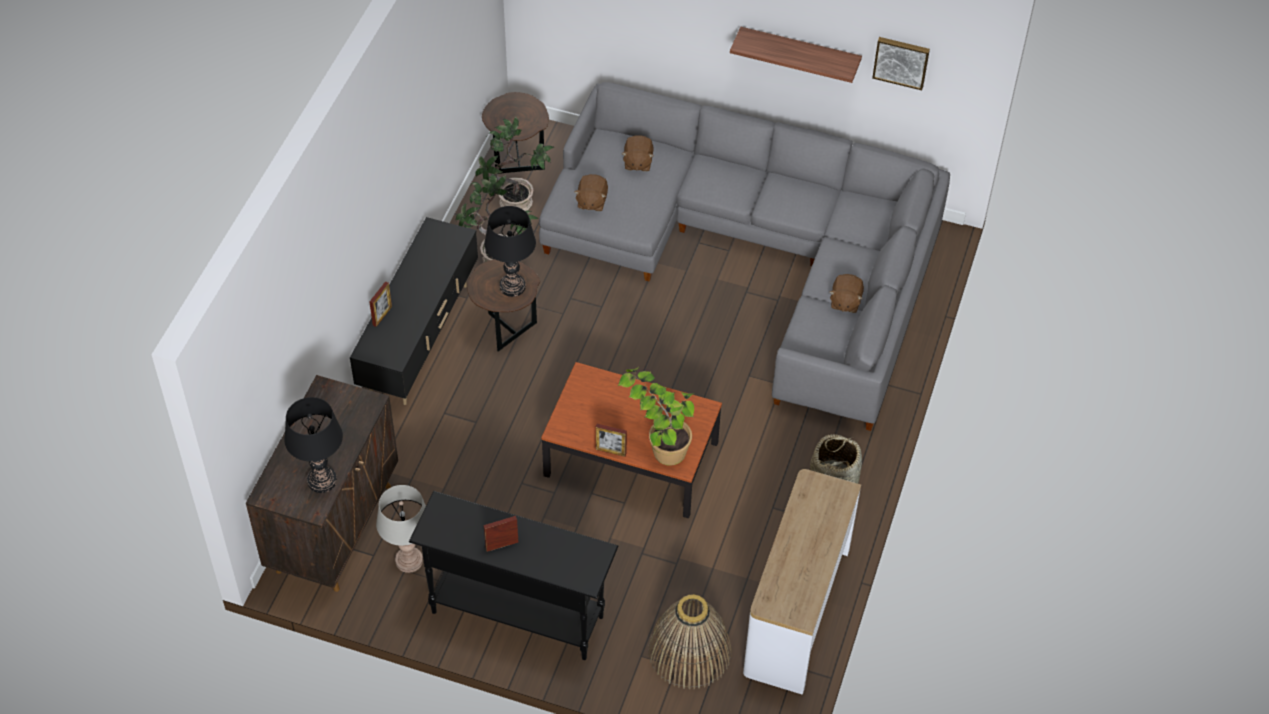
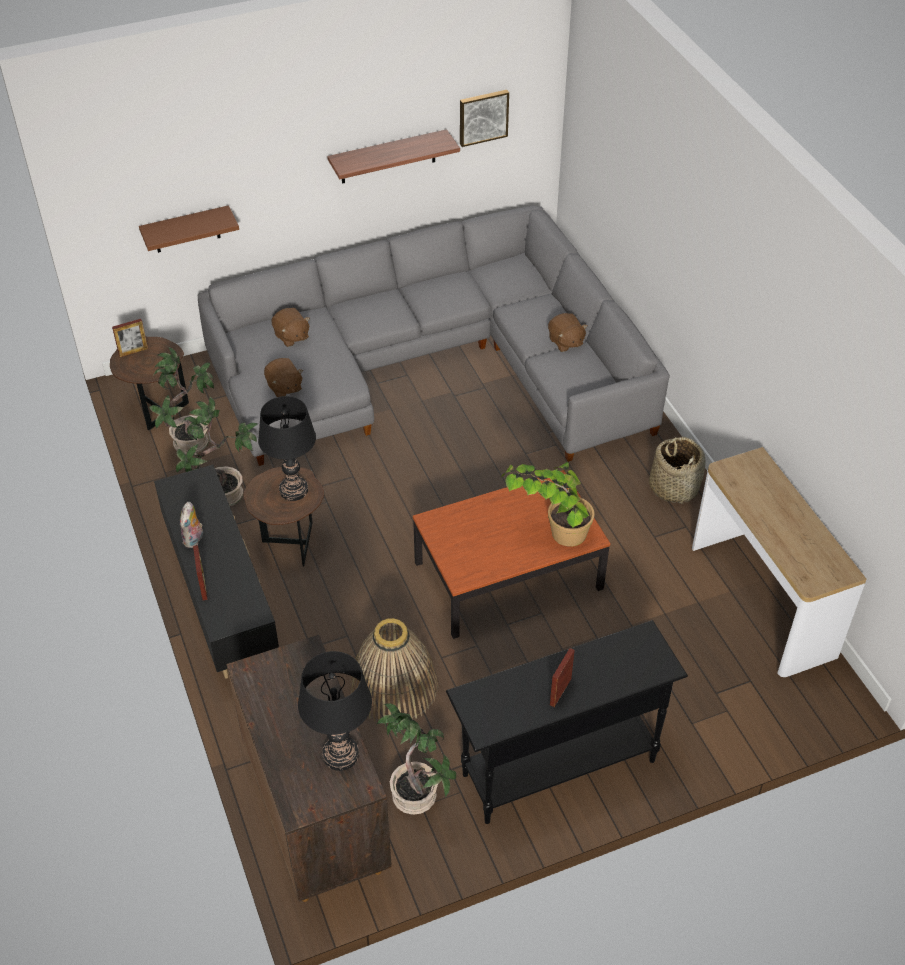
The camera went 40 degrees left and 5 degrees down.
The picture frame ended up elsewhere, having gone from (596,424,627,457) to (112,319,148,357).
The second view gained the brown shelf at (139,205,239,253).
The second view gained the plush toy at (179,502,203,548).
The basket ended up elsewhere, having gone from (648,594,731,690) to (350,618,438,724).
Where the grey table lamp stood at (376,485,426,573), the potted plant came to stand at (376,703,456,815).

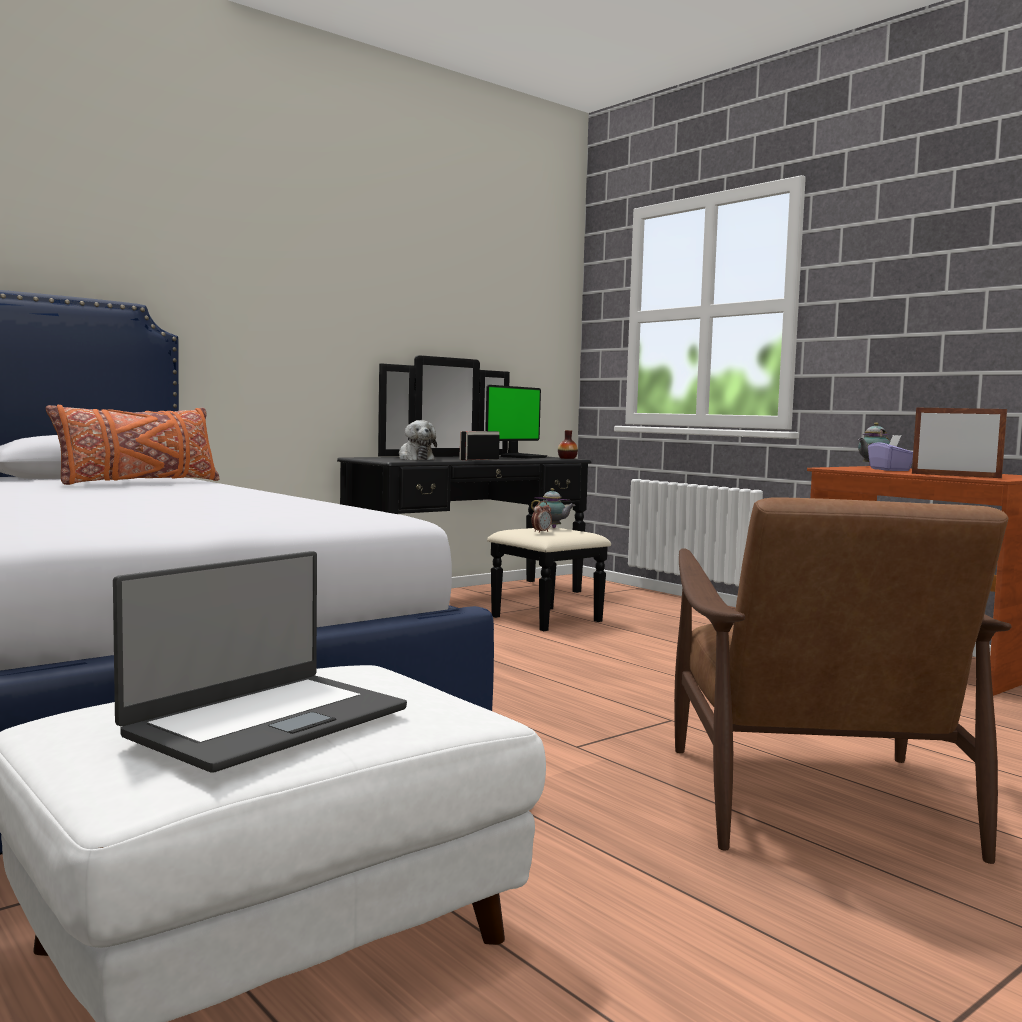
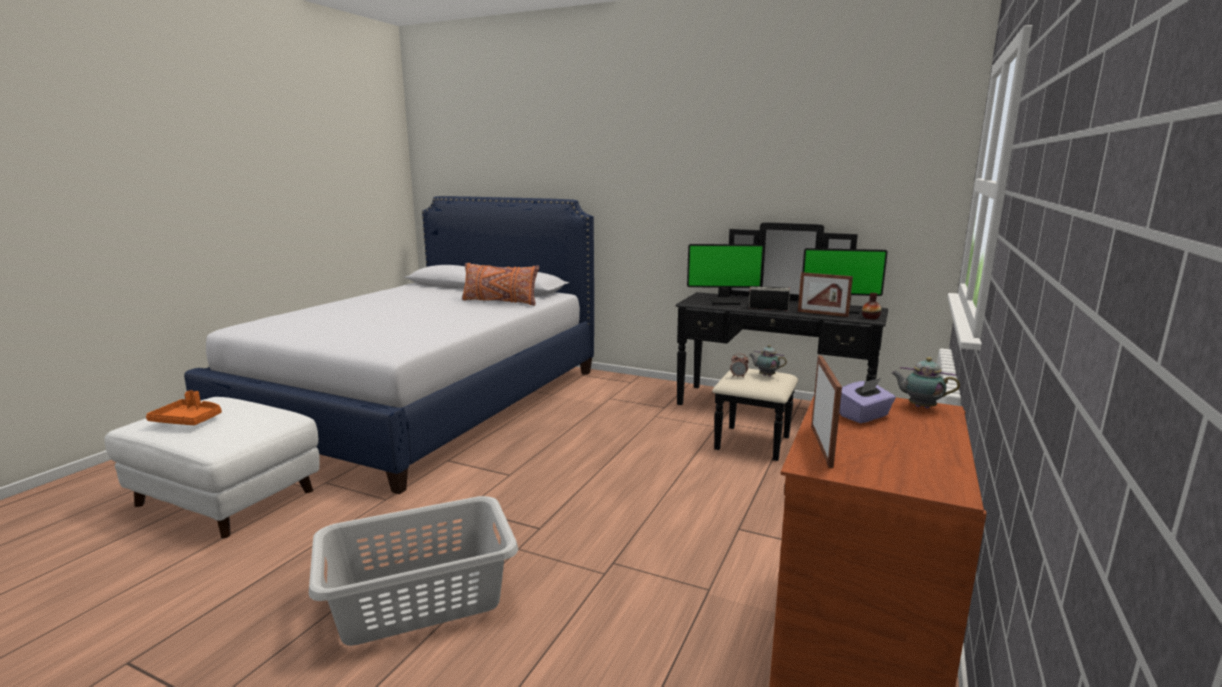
The camera went 65 degrees right and 10 degrees up.
Where the laptop stood at (113,551,407,773), the orange tray came to stand at (146,390,222,425).
Where the brown armchair stood at (674,497,1011,864), the grey laundry basket came to stand at (309,496,518,646).
Where the plush toy stood at (399,420,437,460), the monitor came to stand at (687,244,764,305).
The teapot at (531,488,575,528) ended up facing another way, 120 degrees clockwise from before.
The second view gained the picture frame at (798,272,853,317).

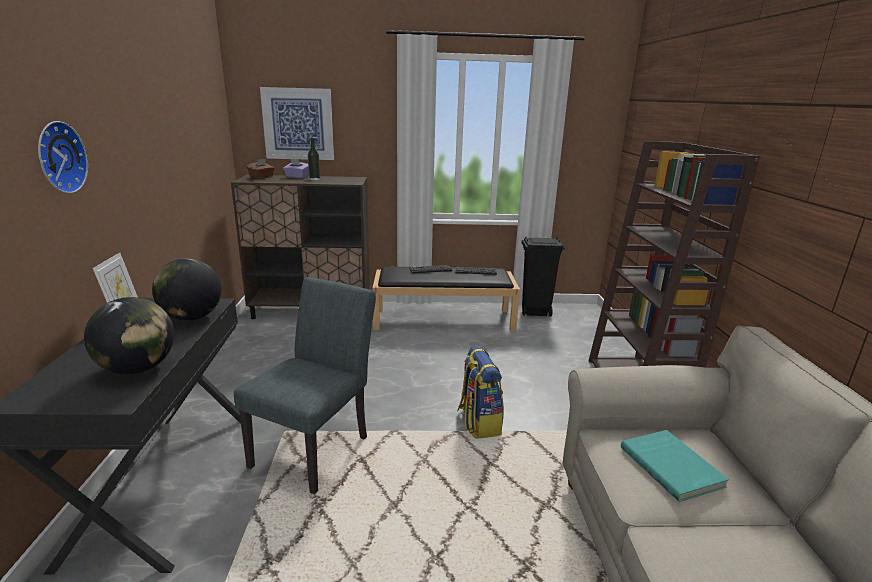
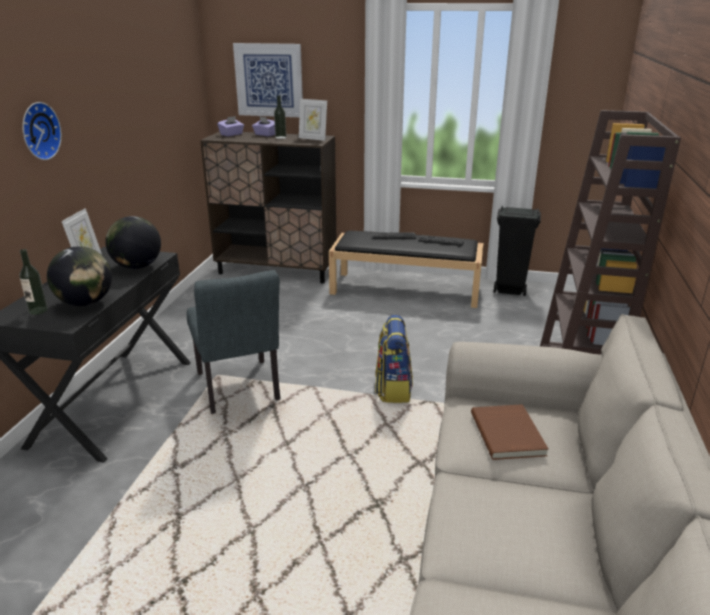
The camera went 15 degrees right and 5 degrees up.
The second view gained the bottle at (19,249,48,315).
The grey chair at (234,277,376,495) ended up facing another way, 120 degrees clockwise from before.
What was the brown tissue box at (247,159,274,179) turned into the purple tissue box at (217,116,244,136).
The second view gained the picture frame at (299,99,327,141).
What was the turquoise book at (621,430,729,502) turned into the brown book at (471,404,548,460).

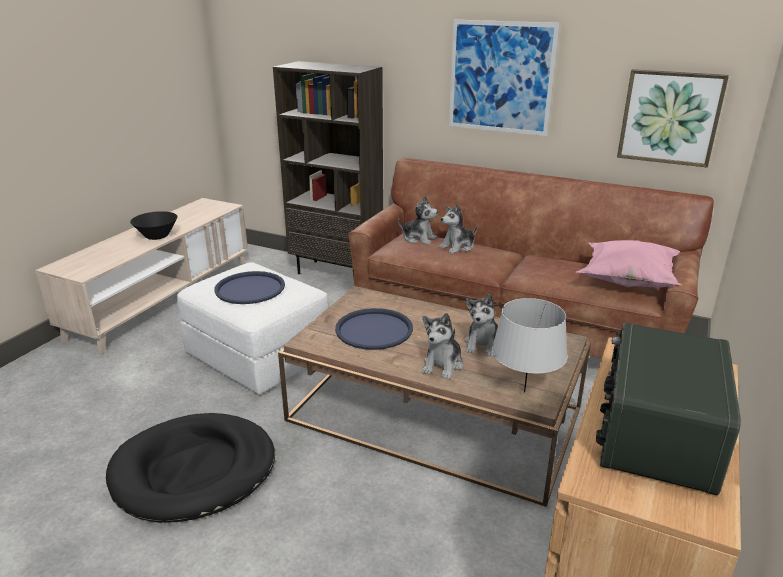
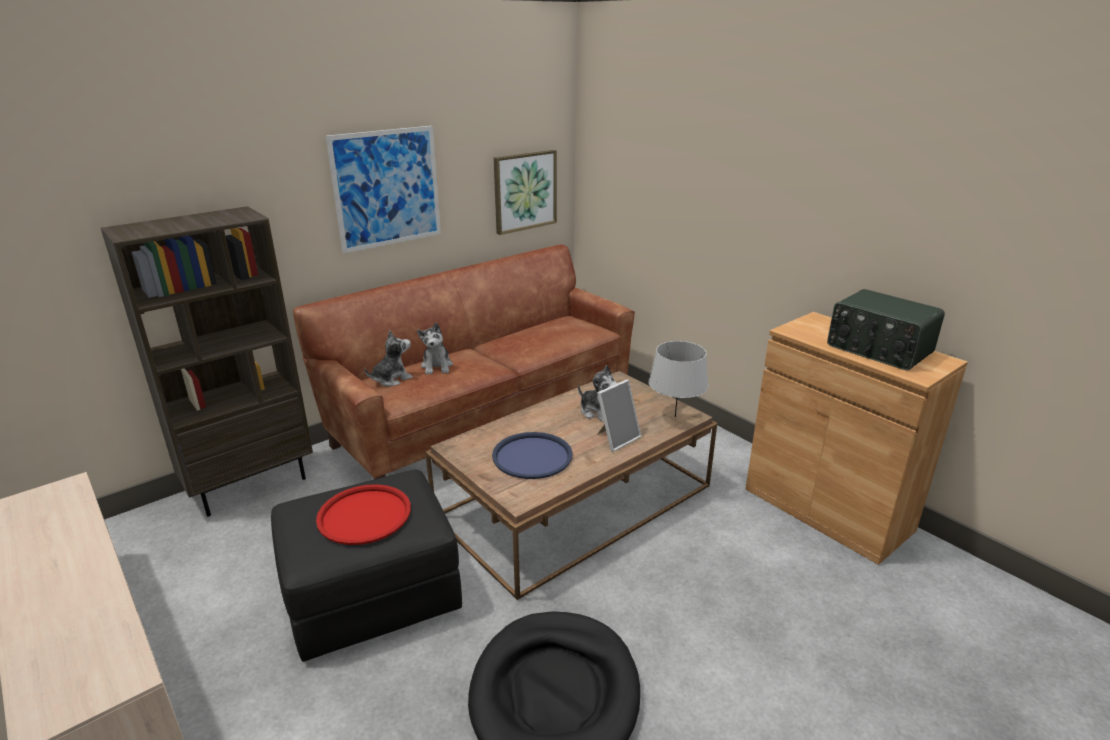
The camera went 65 degrees left and 0 degrees up.
What was the white ottoman at (177,262,329,394) turned into the black ottoman at (271,470,462,662).
What was the blue tray at (214,271,285,304) turned into the red tray at (316,484,411,545).
Where the plush toy stood at (422,313,463,379), the picture frame came to stand at (597,379,642,452).
The second view lost the black bowl at (130,211,177,240).
The second view lost the pink pillow at (576,240,682,288).

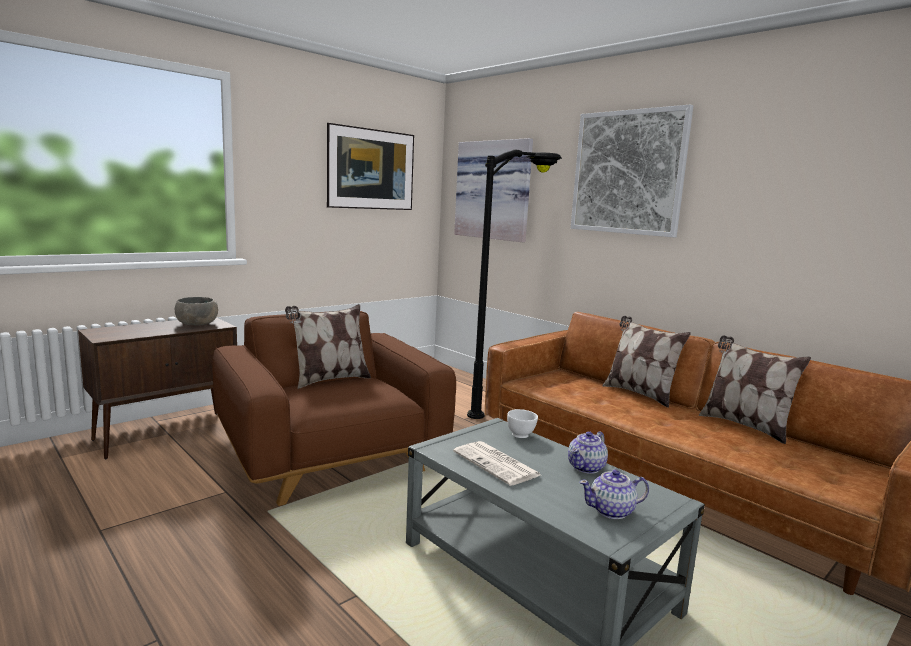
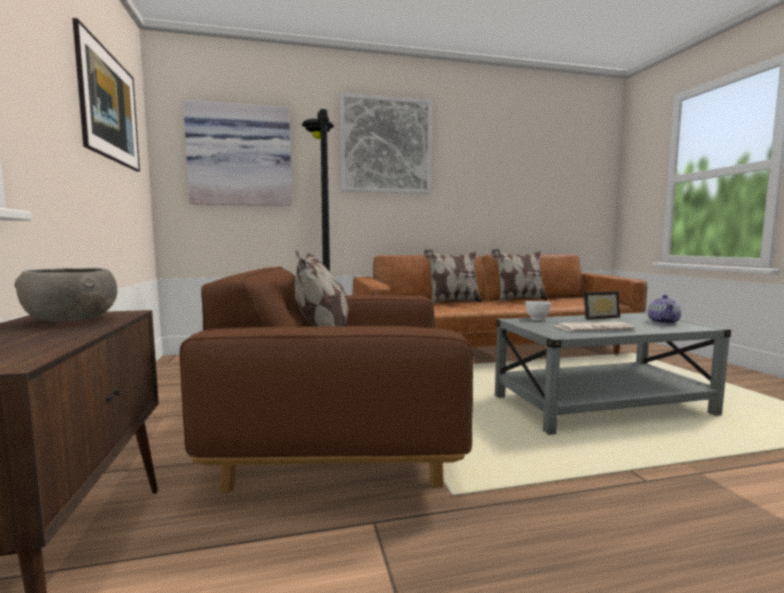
The camera went 60 degrees left and 5 degrees down.
Where the teapot stood at (568,431,608,474), the picture frame came to stand at (584,291,620,320).

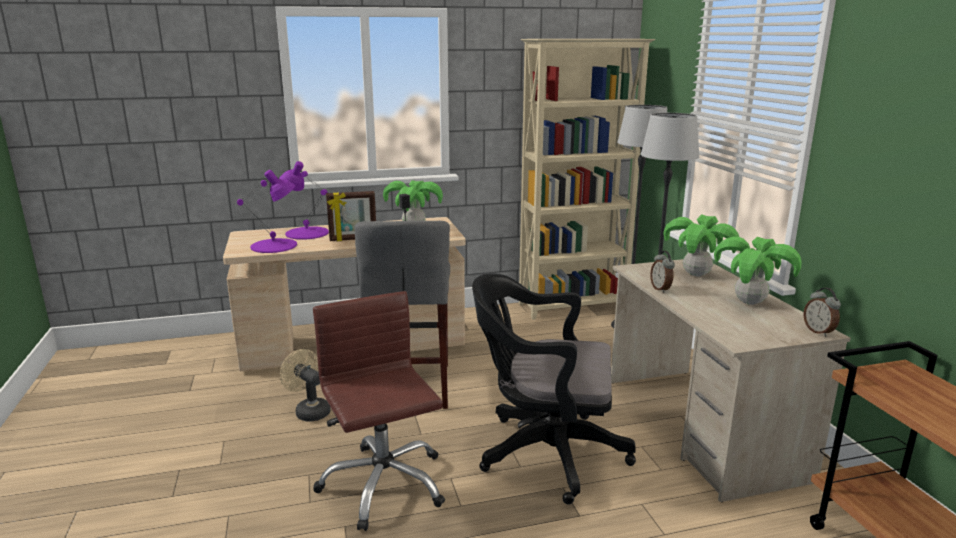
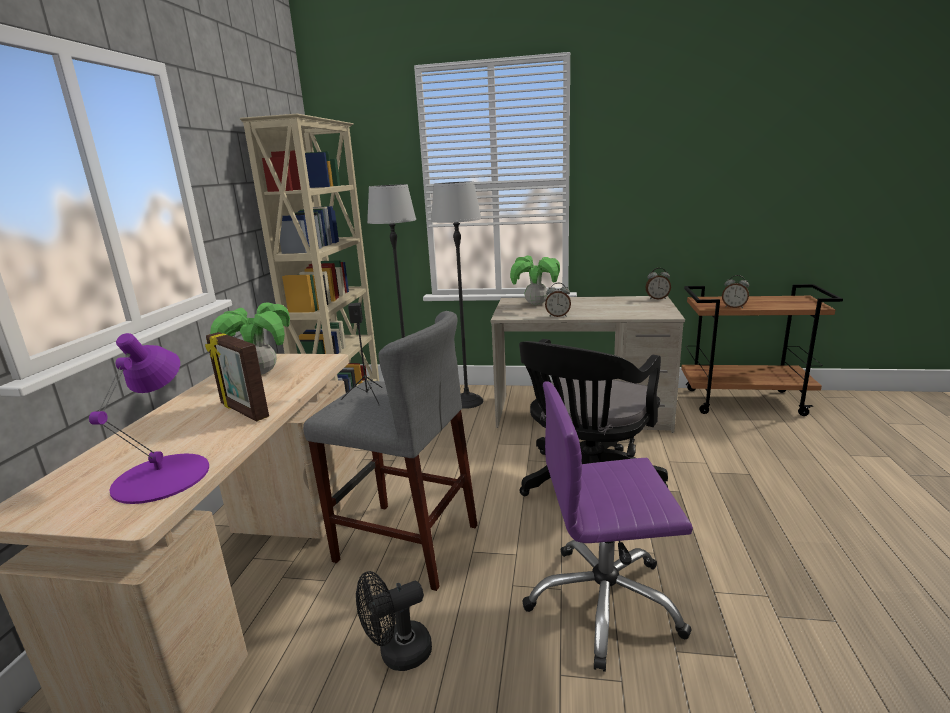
The camera went 65 degrees left and 0 degrees up.
The picture frame at (326,191,376,241) ended up facing another way, 120 degrees clockwise from before.
What was the beige fan at (280,349,331,422) turned into the black fan at (356,571,432,671).
What was the brown office chair at (313,291,445,531) turned into the purple office chair at (522,381,693,672).
The second view gained the alarm clock at (722,275,749,308).
The second view lost the purple table lamp at (279,161,329,240).
The second view lost the potted plant at (714,236,801,305).

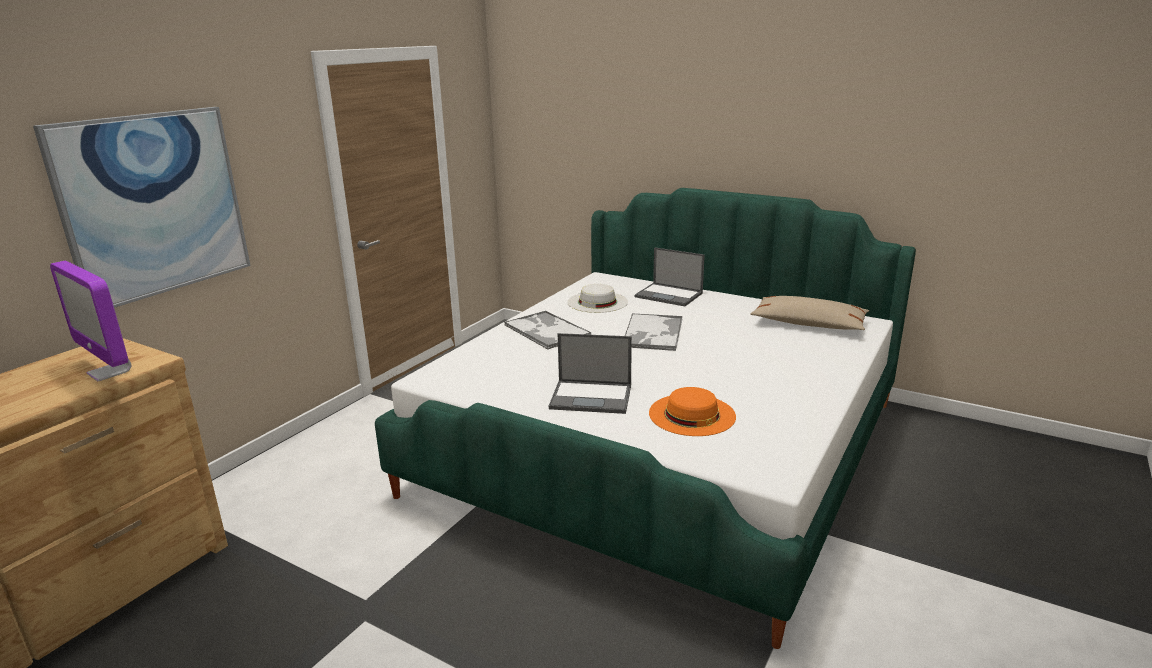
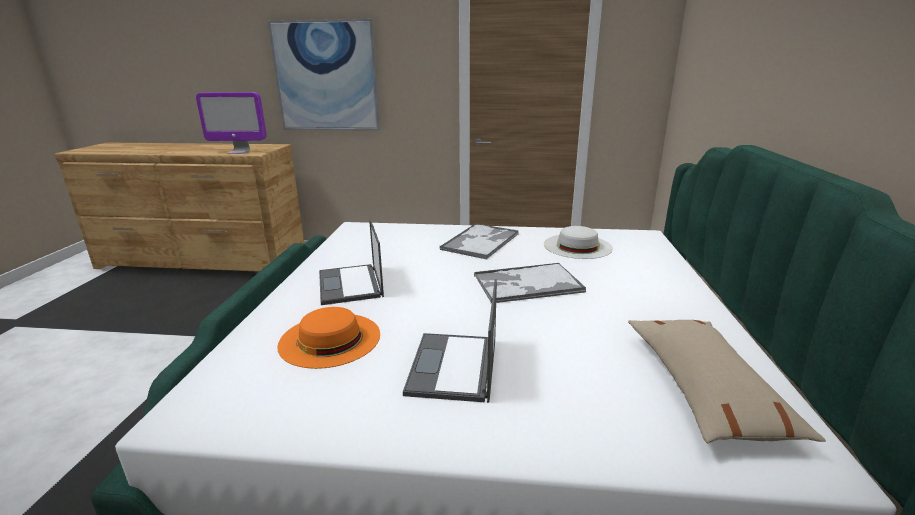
The camera went 65 degrees right and 0 degrees up.
The monitor at (50,261,131,381) ended up facing another way, 105 degrees counterclockwise from before.
The laptop ended up elsewhere, having gone from (635,247,705,306) to (403,279,497,403).

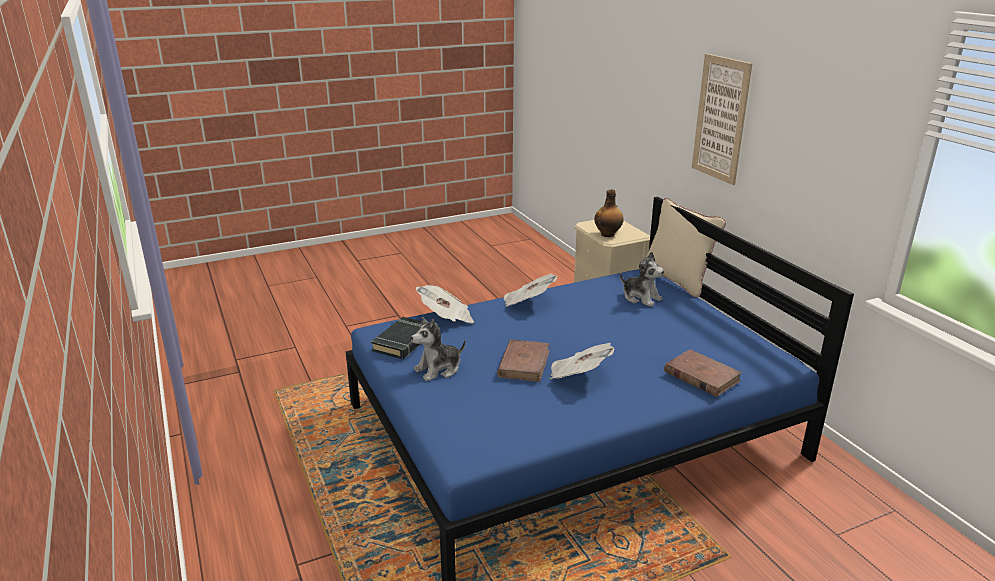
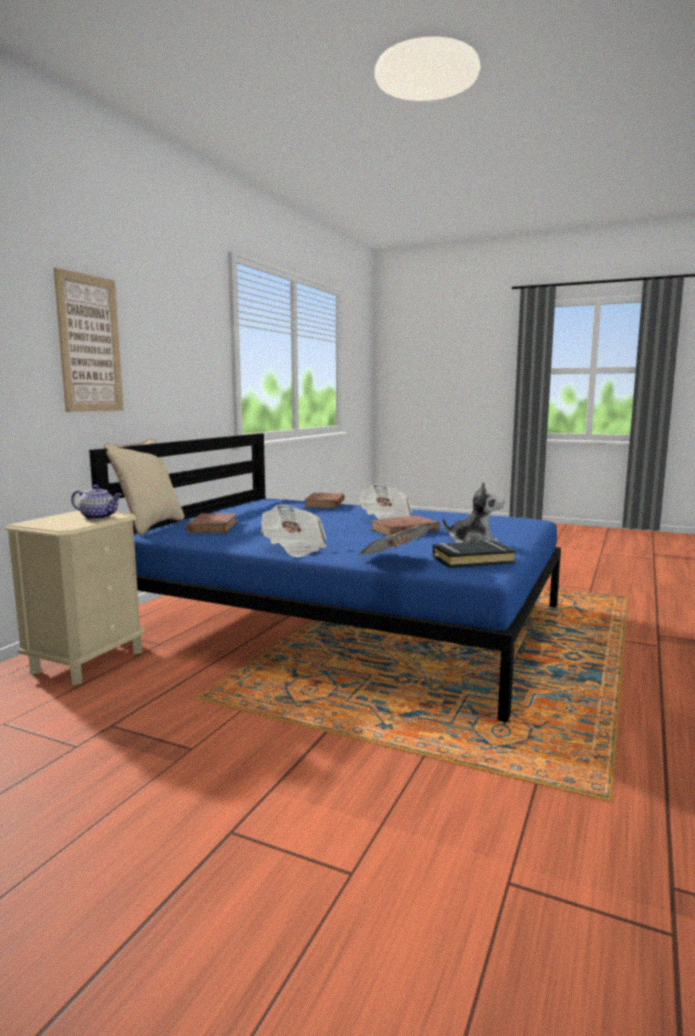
The camera went 130 degrees left and 15 degrees down.
Where the bottle stood at (594,189,624,237), the teapot came to stand at (71,485,122,520).
Where the plush toy stood at (620,252,664,307), the brown book came to stand at (185,513,238,533).

